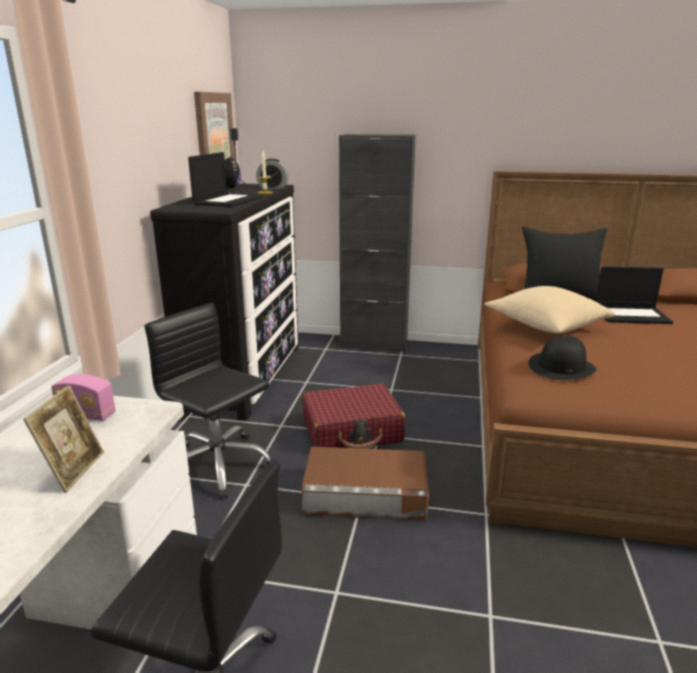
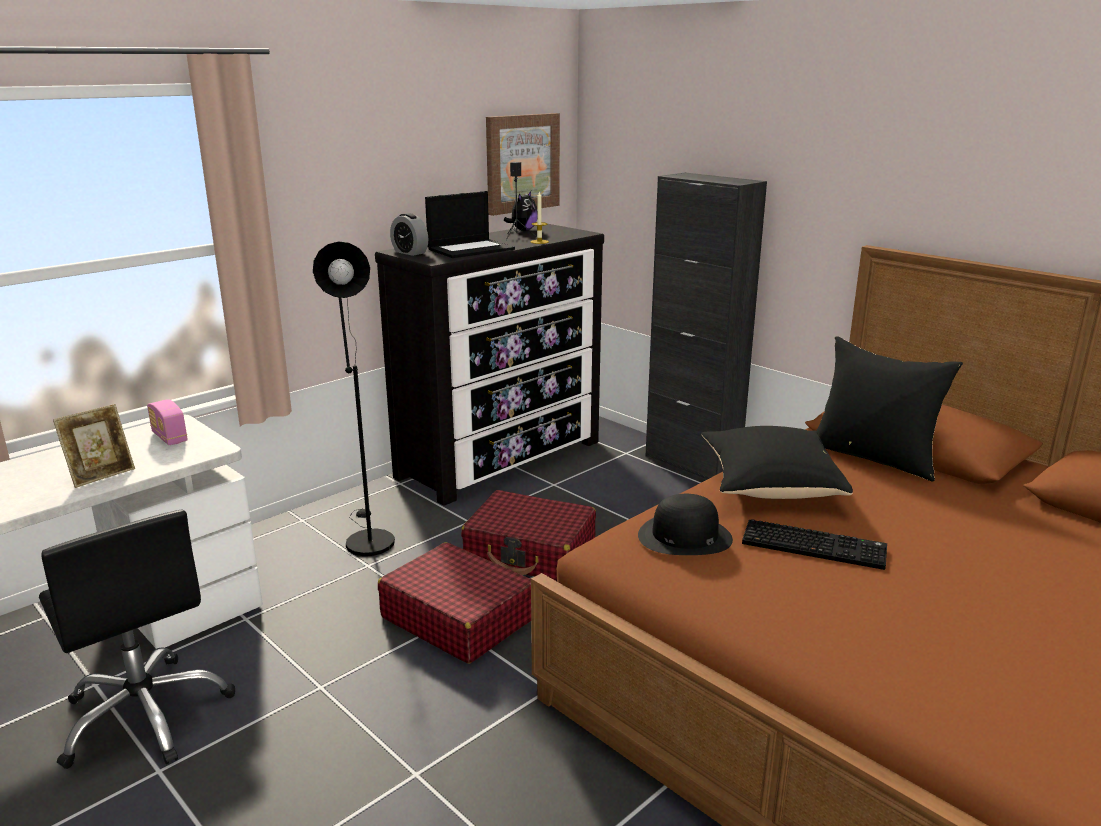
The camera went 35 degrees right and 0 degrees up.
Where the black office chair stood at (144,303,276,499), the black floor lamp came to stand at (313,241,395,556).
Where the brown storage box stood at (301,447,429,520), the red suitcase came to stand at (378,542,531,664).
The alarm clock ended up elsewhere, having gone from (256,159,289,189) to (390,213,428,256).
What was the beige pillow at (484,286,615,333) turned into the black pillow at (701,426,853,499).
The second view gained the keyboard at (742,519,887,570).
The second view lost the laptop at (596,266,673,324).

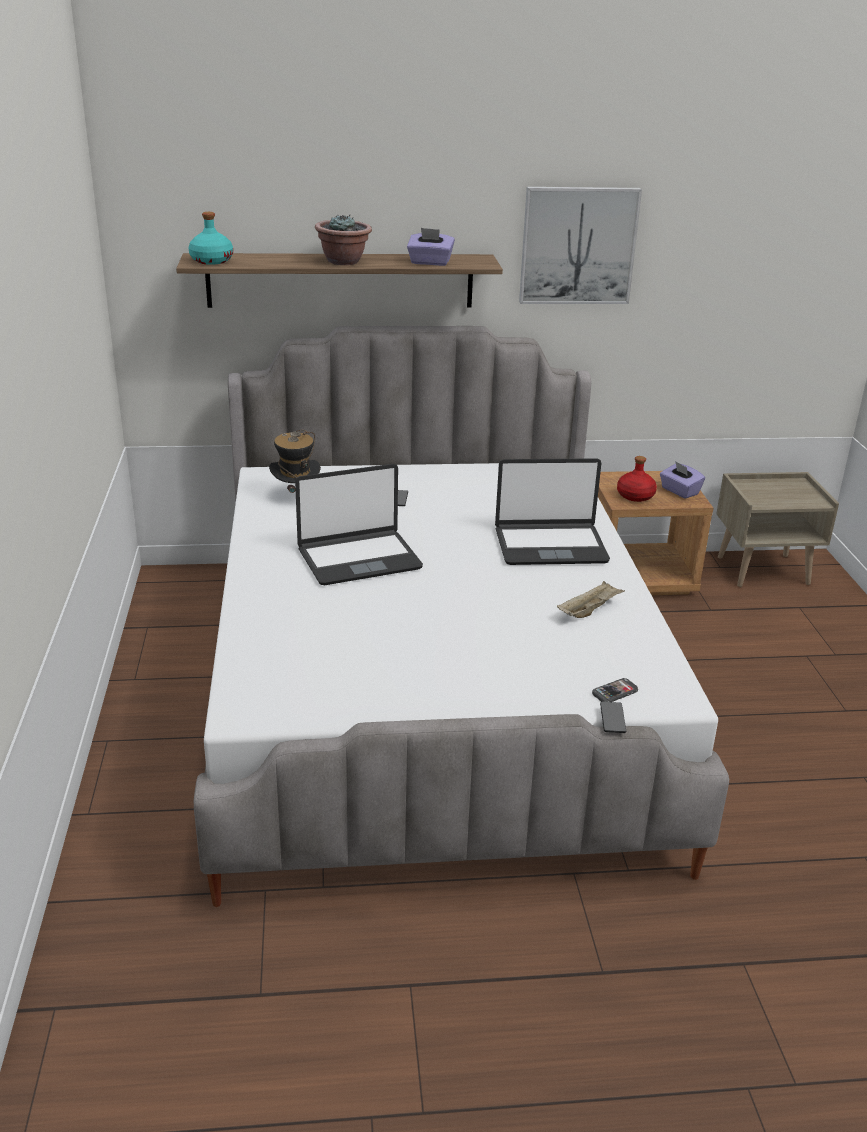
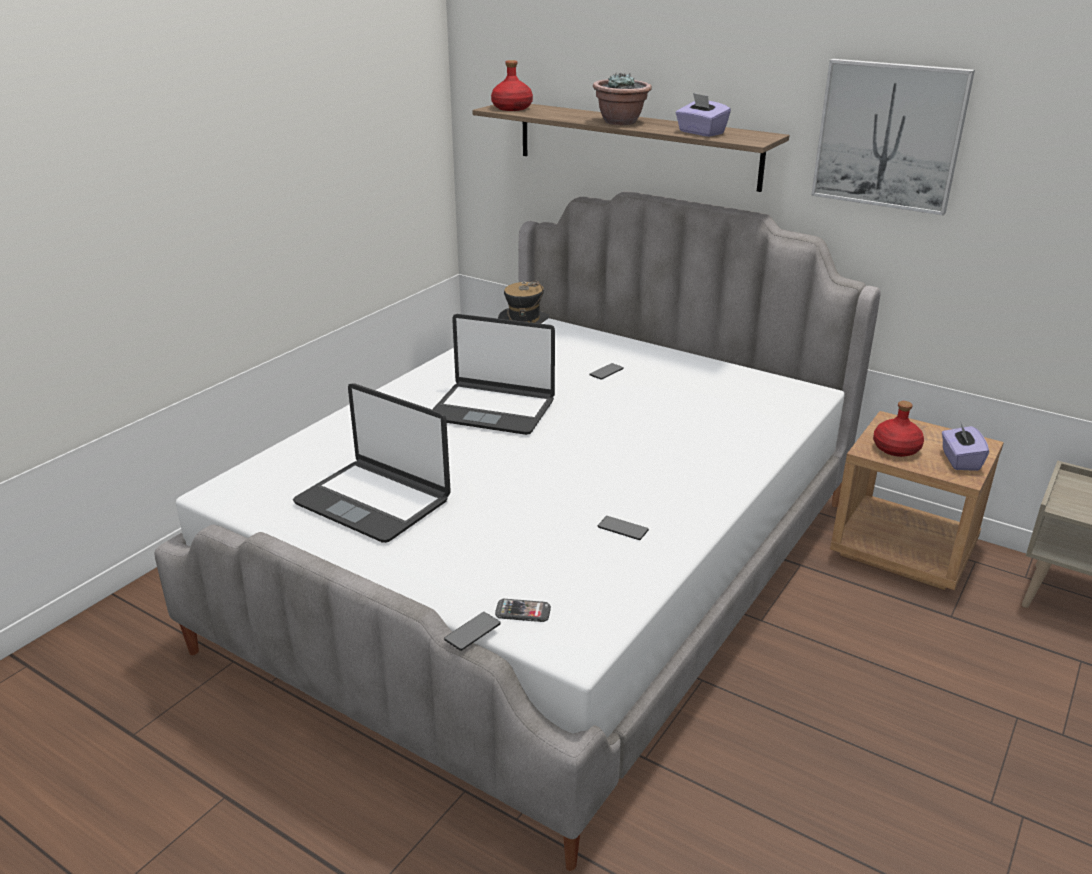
The camera went 40 degrees right and 0 degrees up.
The laptop ended up elsewhere, having gone from (495,458,610,565) to (293,384,451,543).
What was the turquoise bottle at (189,212,233,265) turned into the red bottle at (491,60,533,111).
Where the beige tray stood at (557,581,625,618), the phone came to stand at (598,516,649,540).

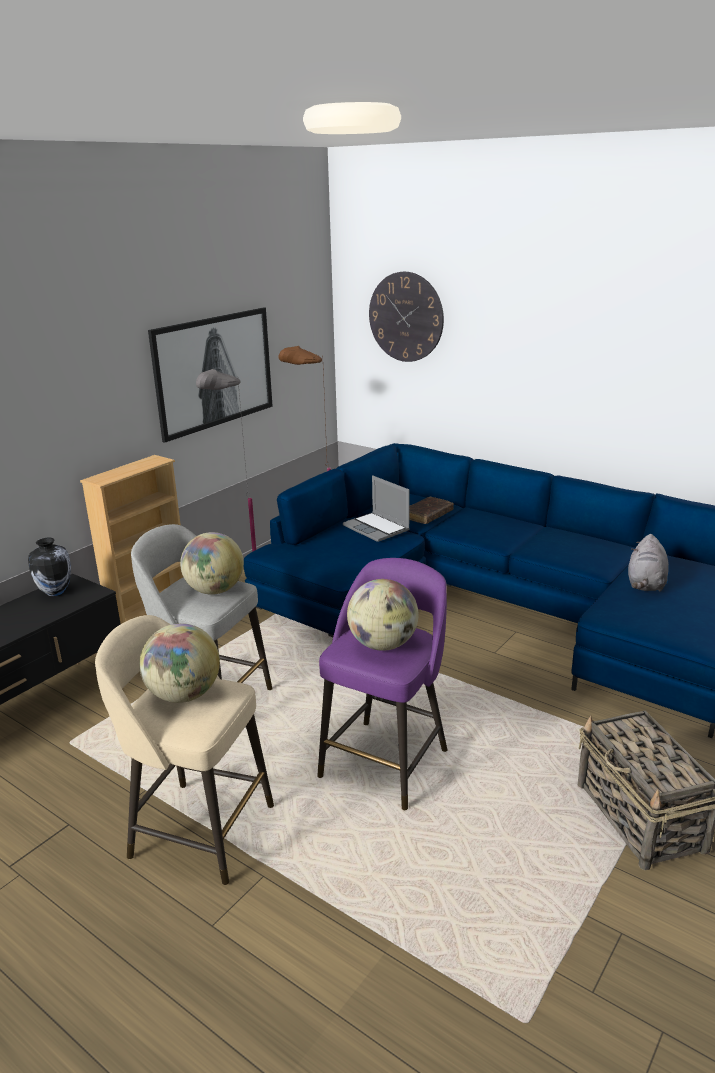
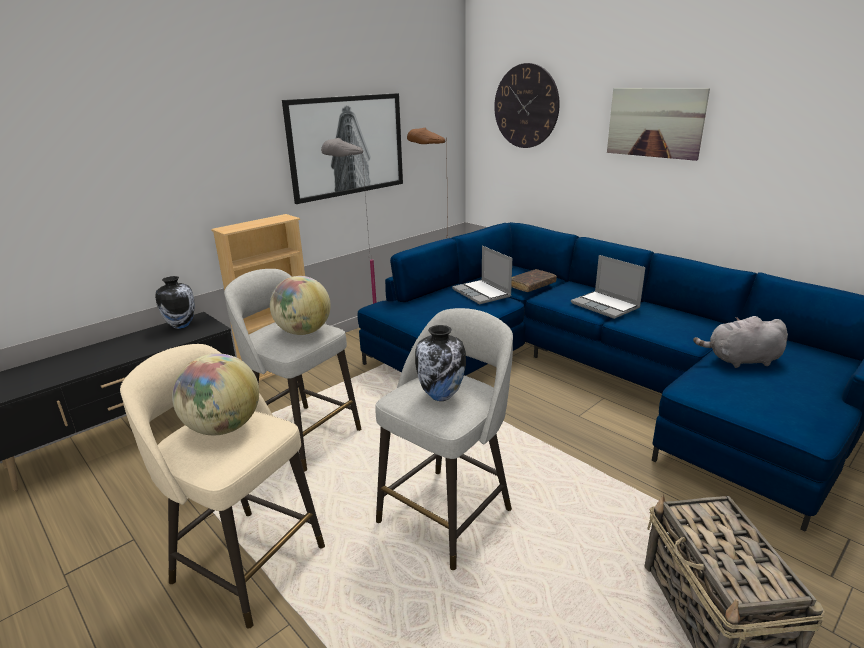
The camera went 10 degrees right and 0 degrees up.
What was the purple stool at (317,558,447,810) turned into the grey stool at (375,308,513,570).
Where the globe stood at (347,579,419,651), the vase came to stand at (415,325,466,401).
The second view gained the laptop at (571,255,646,319).
The second view gained the picture at (607,88,710,161).
The grey plush toy at (628,534,669,592) ended up facing another way, 60 degrees clockwise from before.

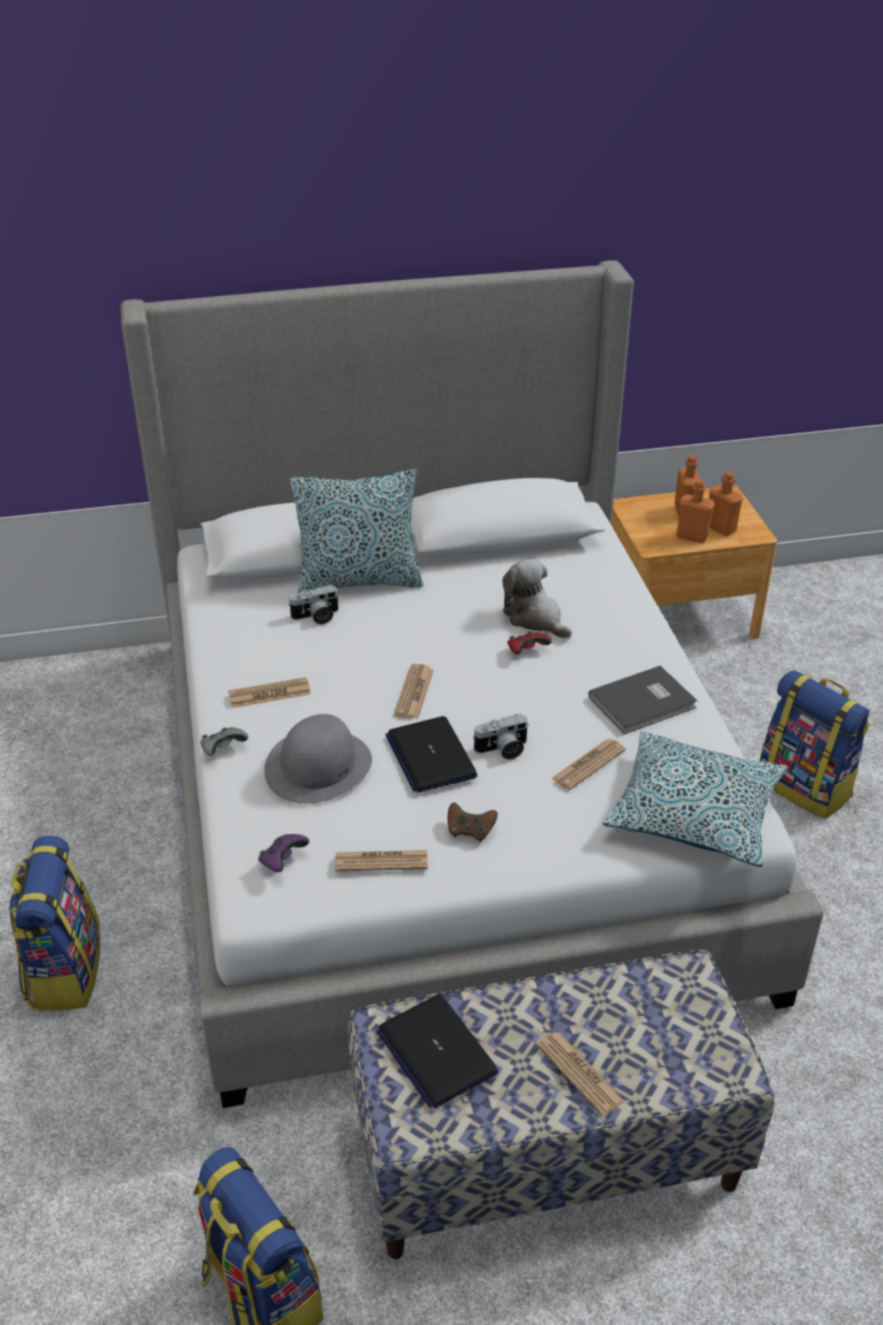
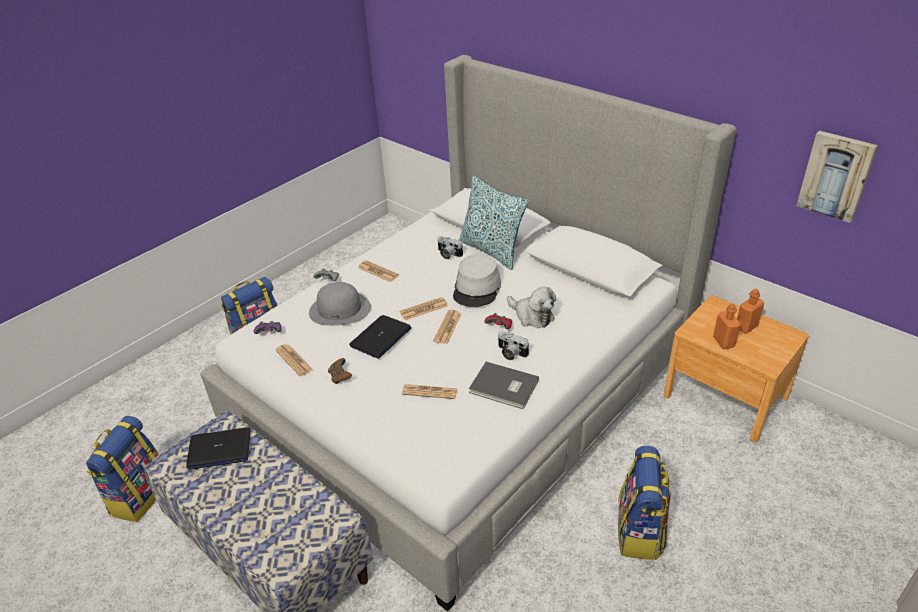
The camera went 55 degrees right and 0 degrees up.
The laptop at (377,994,499,1108) ended up facing another way, 120 degrees counterclockwise from before.
The newspaper ended up elsewhere, having gone from (537,1032,625,1116) to (433,310,461,344).
The second view gained the grey hat at (453,253,501,307).
The photo camera ended up elsewhere, having gone from (473,714,529,759) to (498,331,529,360).
The plush toy at (502,559,572,638) ended up facing another way, 120 degrees clockwise from before.
The second view gained the picture at (796,131,878,223).
The second view lost the pillow at (603,731,788,867).
The second view lost the orange bottle at (709,472,743,536).

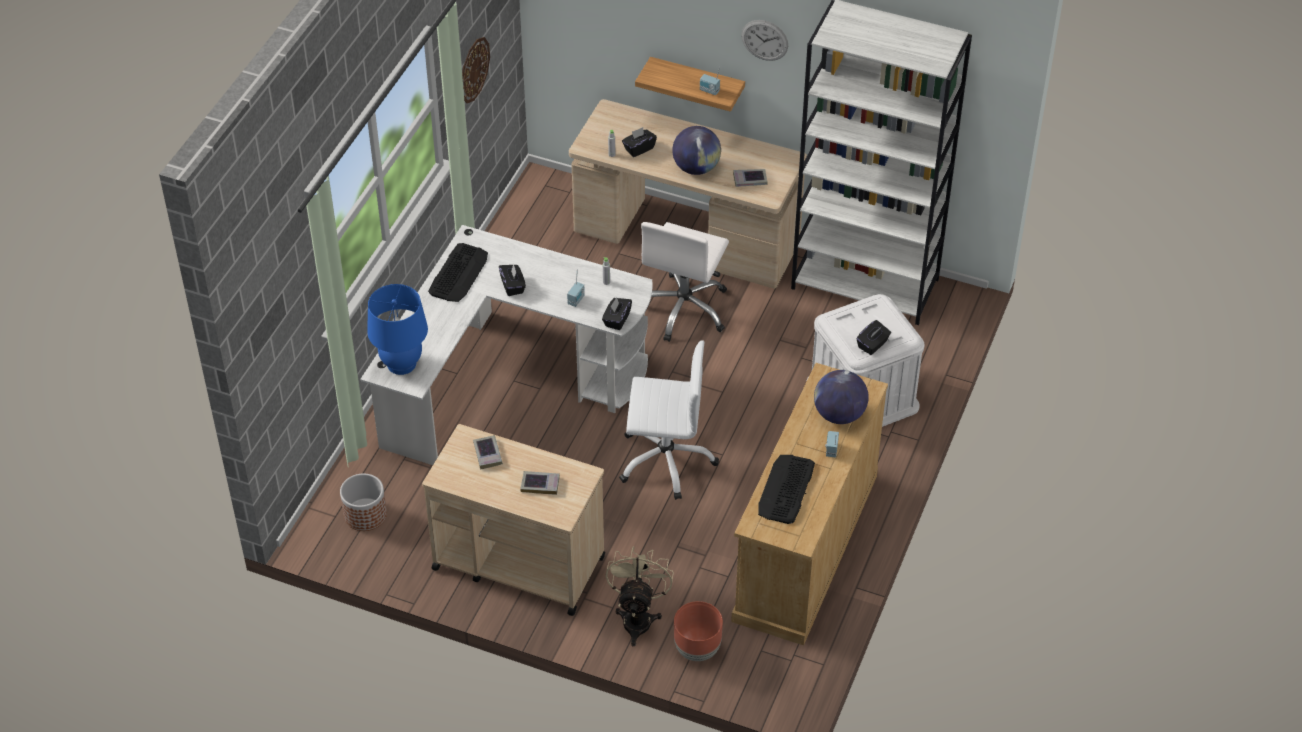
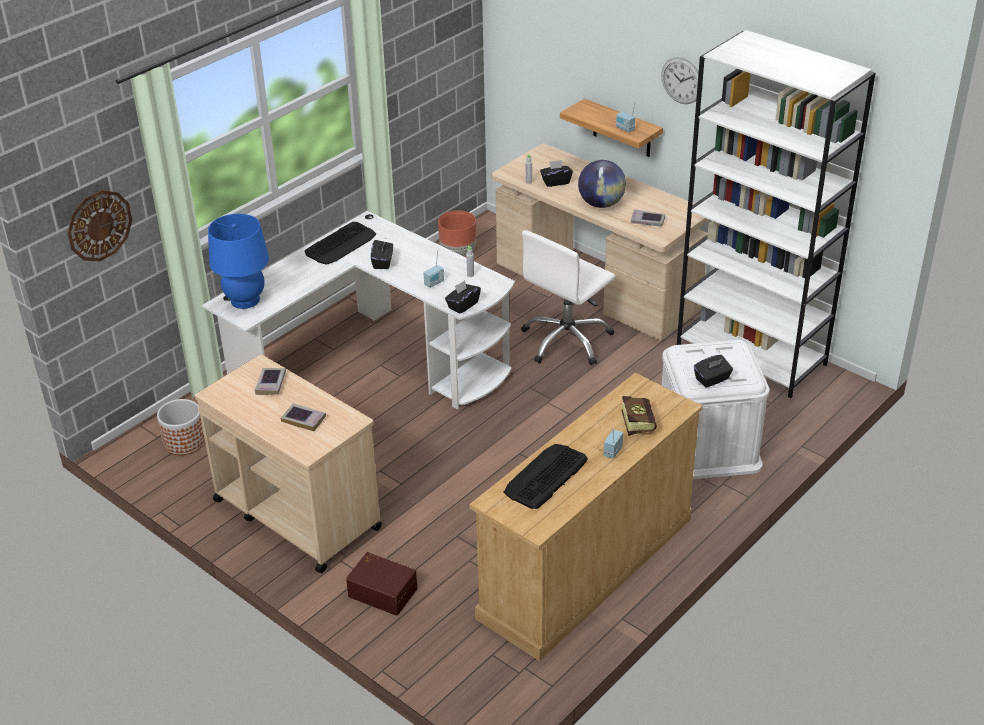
The camera went 20 degrees right and 10 degrees down.
The wall clock ended up elsewhere, having gone from (462,37,490,103) to (67,190,132,261).
Where the beige fan stood at (606,546,674,646), the brown storage box came to stand at (346,552,418,616).
The brown planter ended up elsewhere, having gone from (674,601,723,661) to (438,210,476,256).
Where the globe stood at (814,370,869,424), the book came to stand at (622,396,657,436).
The second view lost the white office chair at (619,340,719,500).

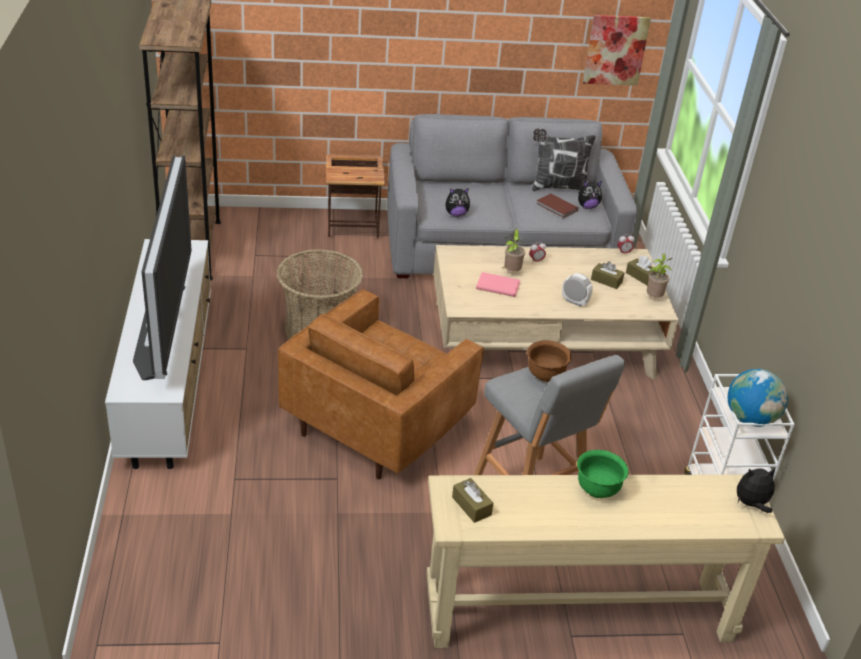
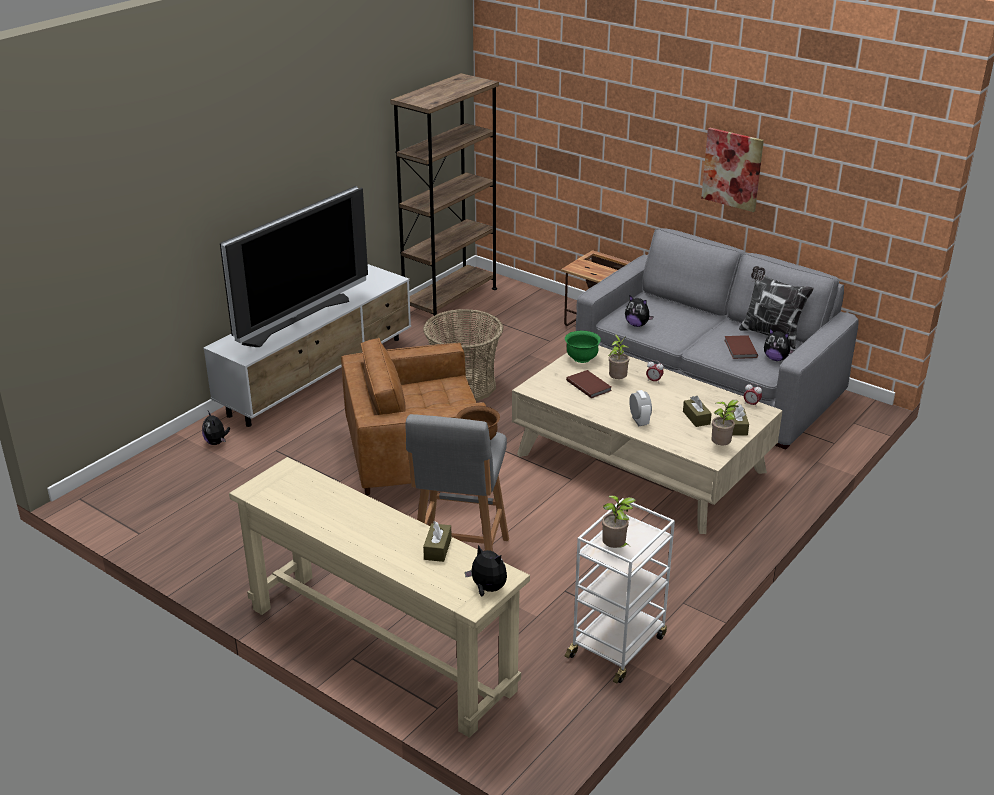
The camera went 45 degrees right and 5 degrees down.
The second view gained the plush toy at (202,411,230,445).
The brown tissue box ended up elsewhere, having gone from (452,478,493,523) to (423,521,452,562).
The green bowl ended up elsewhere, having gone from (577,450,628,498) to (565,331,601,363).
What was the pink book at (476,272,520,297) turned into the brown book at (566,370,611,398).
Where the globe stood at (727,369,788,427), the potted plant came to stand at (602,495,636,548).
The picture ended up elsewhere, having gone from (583,15,651,86) to (701,128,764,212).

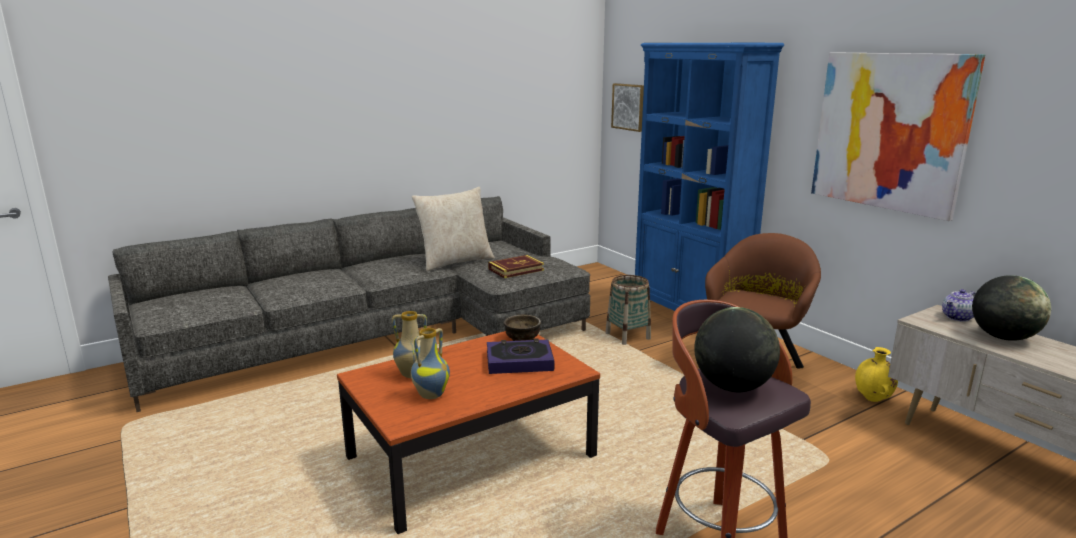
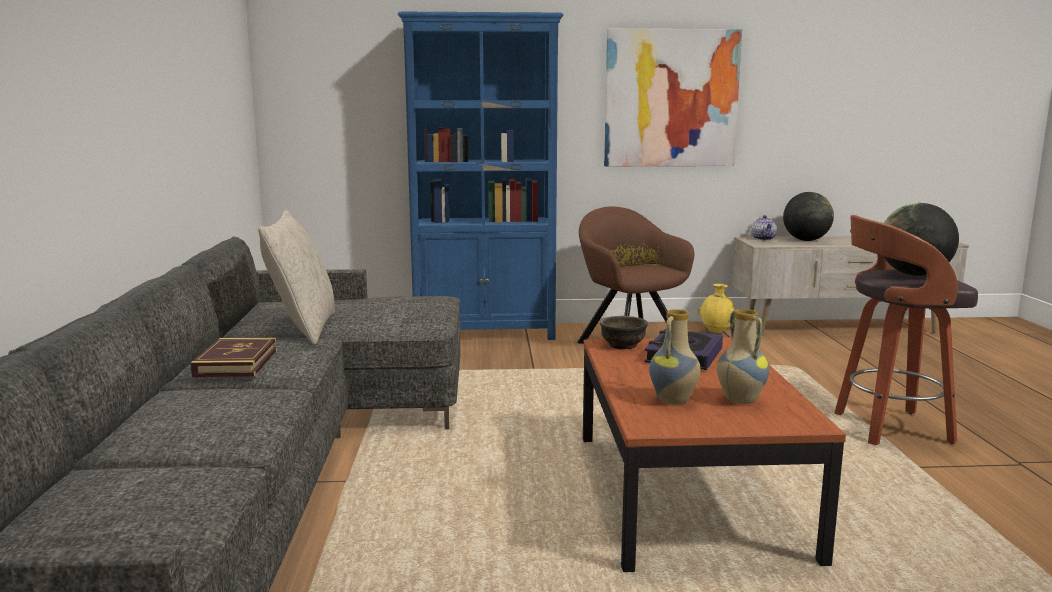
The camera went 60 degrees left and 5 degrees down.
The book ended up elsewhere, having gone from (488,255,544,278) to (190,338,277,377).
The second view lost the basket at (605,275,651,345).
The second view lost the picture at (611,83,644,132).

